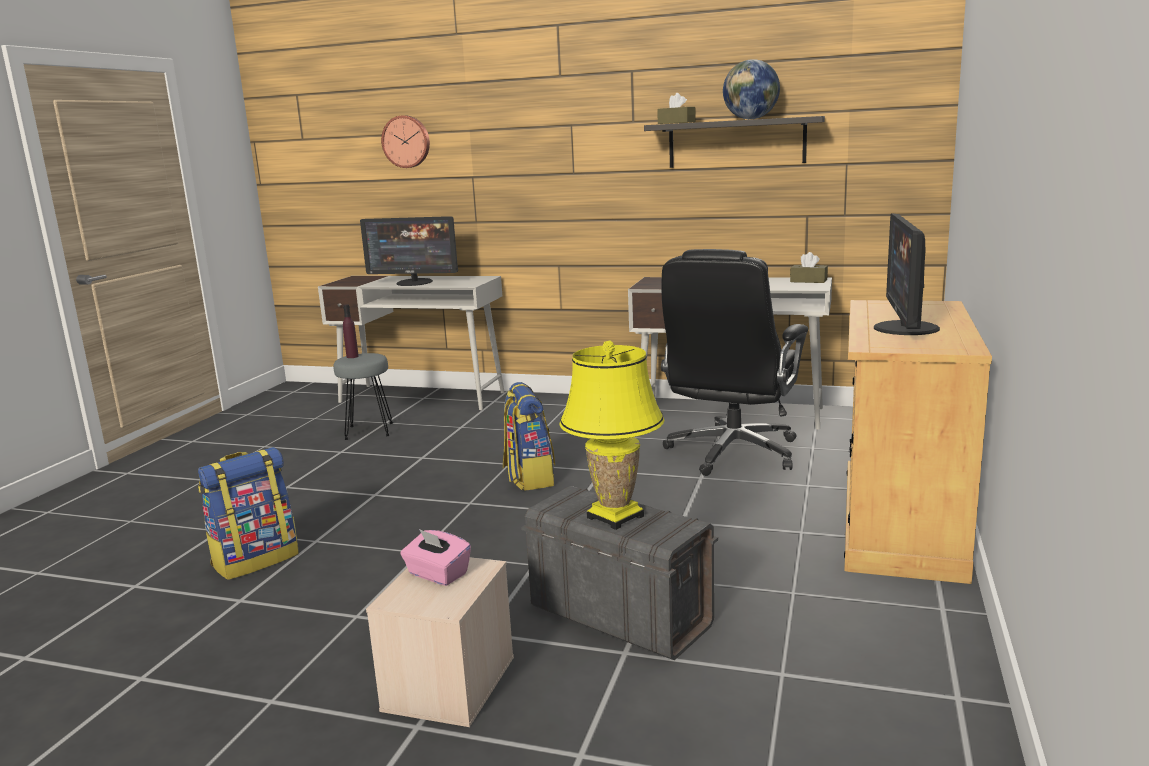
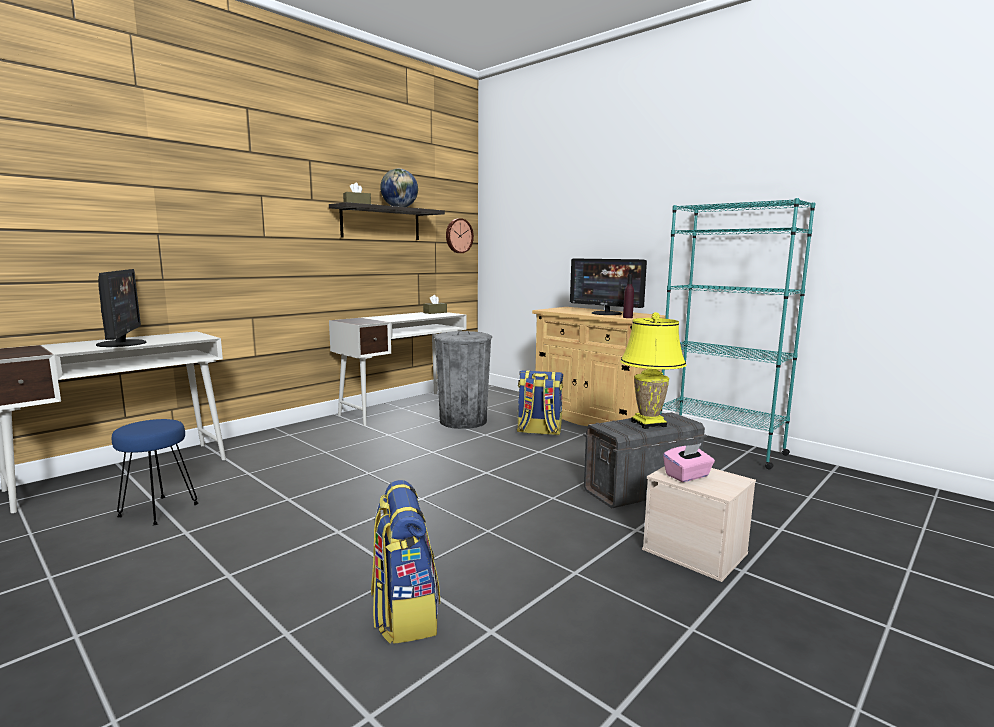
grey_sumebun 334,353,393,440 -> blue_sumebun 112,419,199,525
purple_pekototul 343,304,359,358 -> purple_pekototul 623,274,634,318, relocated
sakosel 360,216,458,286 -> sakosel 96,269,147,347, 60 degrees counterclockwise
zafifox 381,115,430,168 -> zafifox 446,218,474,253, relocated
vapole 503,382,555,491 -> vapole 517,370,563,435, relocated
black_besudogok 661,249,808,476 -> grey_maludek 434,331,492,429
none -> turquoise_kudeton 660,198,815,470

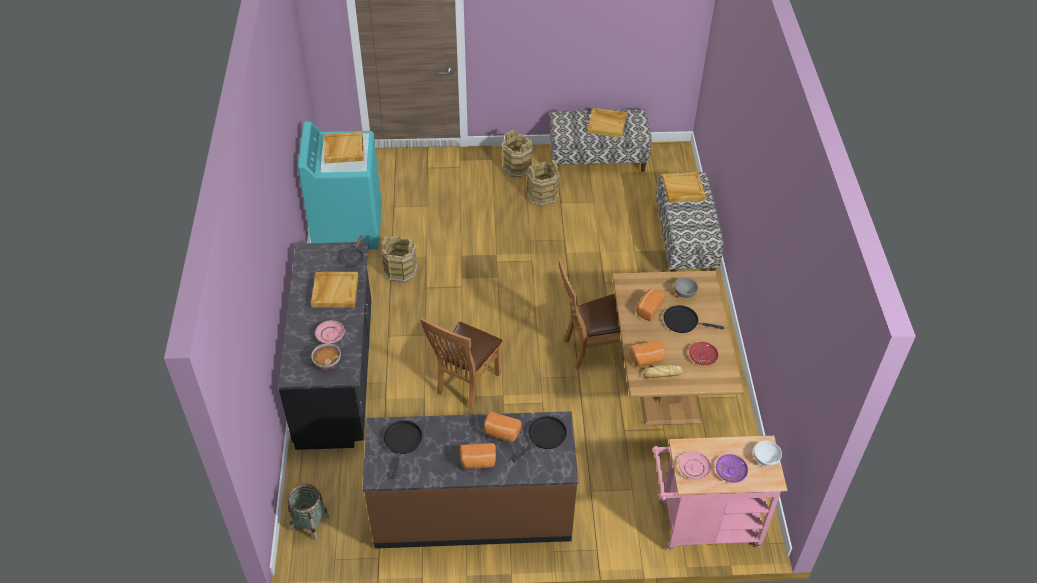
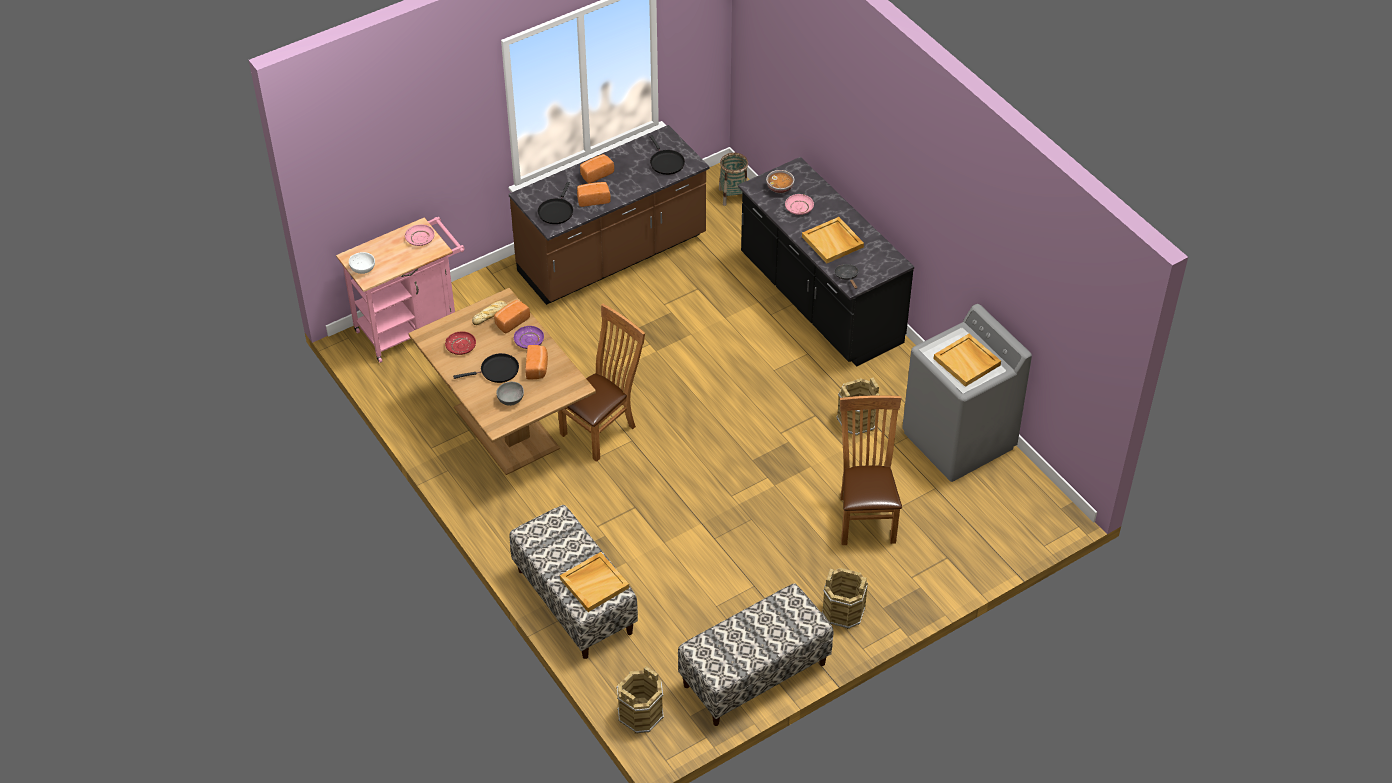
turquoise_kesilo 298,121,382,249 -> grey_kesilo 902,304,1032,482
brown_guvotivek 420,318,502,409 -> brown_guvotivek 840,395,902,545, relocated
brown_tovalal 526,160,560,206 -> brown_tovalal 616,666,664,734, relocated
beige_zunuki 587,108,627,138 -> none
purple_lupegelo 716,454,748,483 -> purple_lupegelo 514,326,544,349, relocated

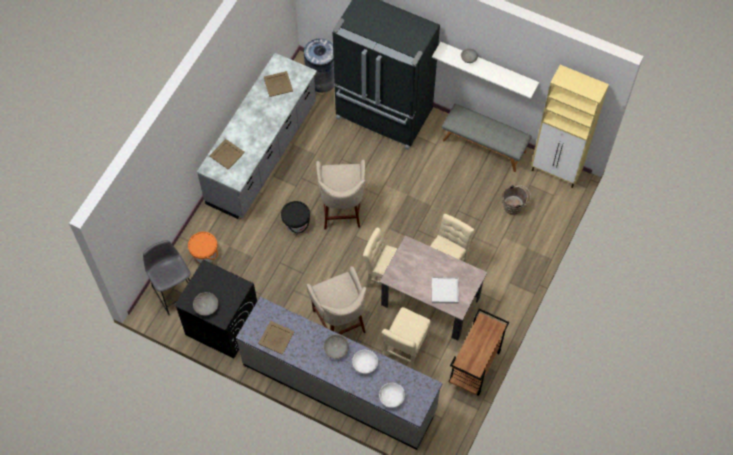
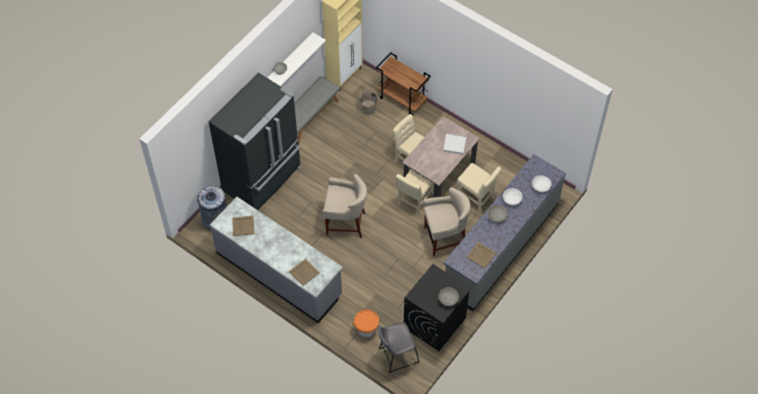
black_tovalal 281,201,310,233 -> none
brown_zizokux 449,308,510,396 -> brown_zizokux 376,52,431,115, relocated

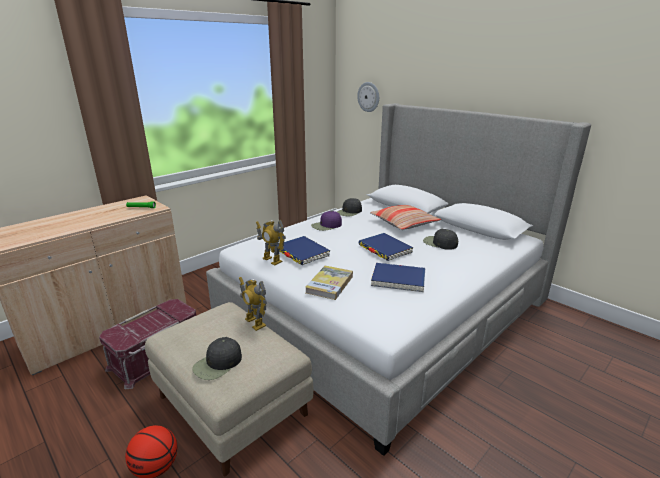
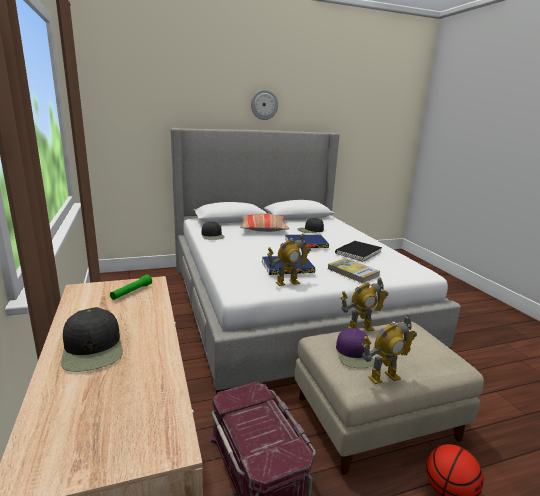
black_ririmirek 192,337,242,380 -> black_ririmirek 61,307,123,372, relocated
purple_ririmirek 311,211,342,231 -> purple_ririmirek 336,328,374,368, relocated
zafifox 357,82,379,112 -> zafifox 251,89,278,120, relocated
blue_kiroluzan 371,263,425,292 -> black_kiroluzan 335,241,382,262
none -> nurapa 362,315,417,384

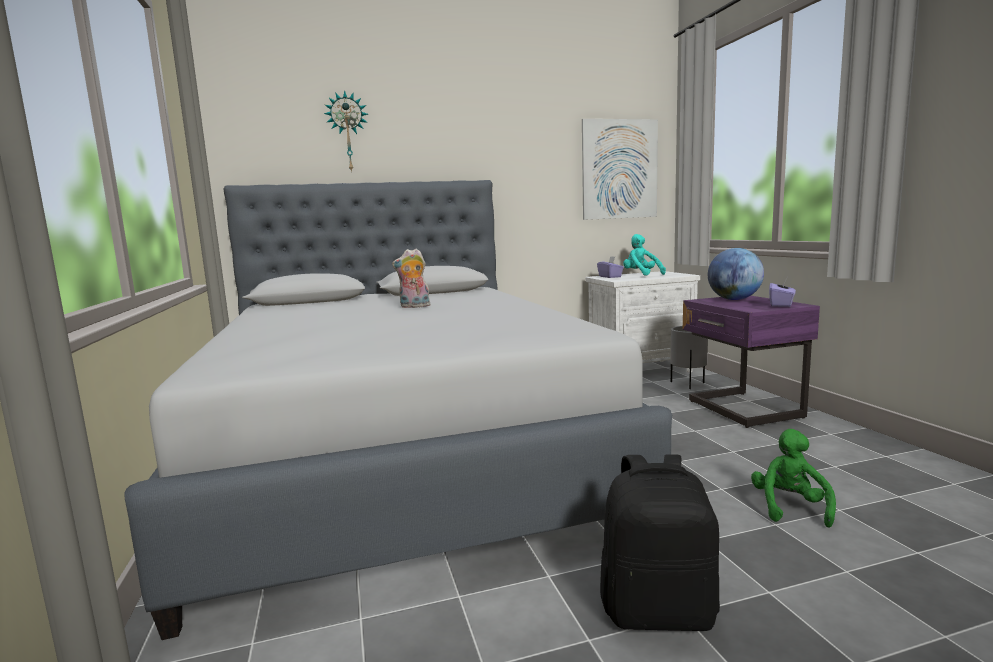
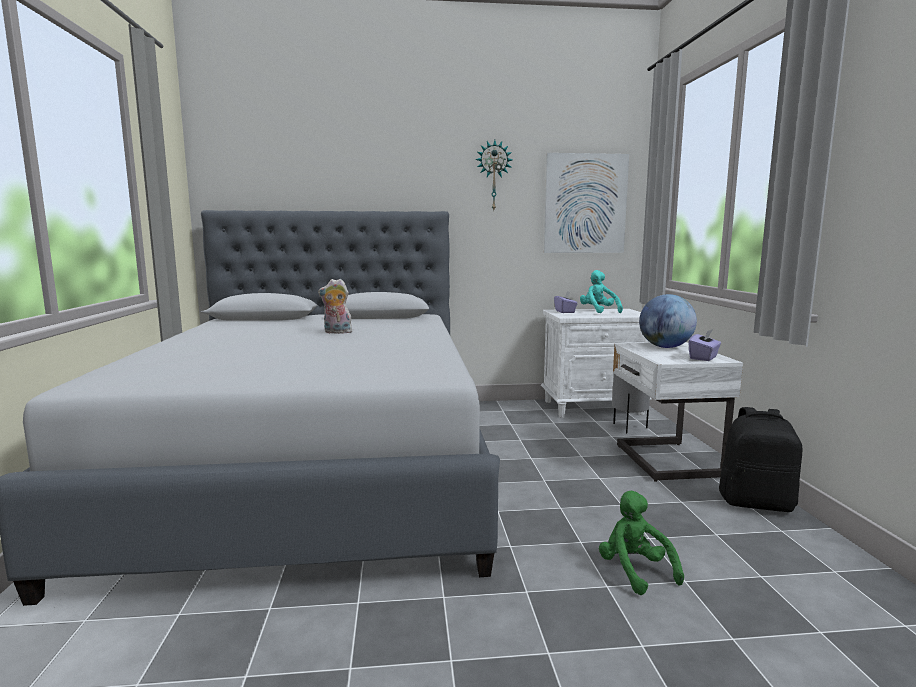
zafifox 324,90,368,173 -> zafifox 475,140,513,210, relocated
black_vapole 600,455,720,631 -> black_vapole 719,407,802,512, relocated
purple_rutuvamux 683,296,820,428 -> white_rutuvamux 613,342,743,482
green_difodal 751,429,836,528 -> green_difodal 599,491,684,595, 45 degrees counterclockwise

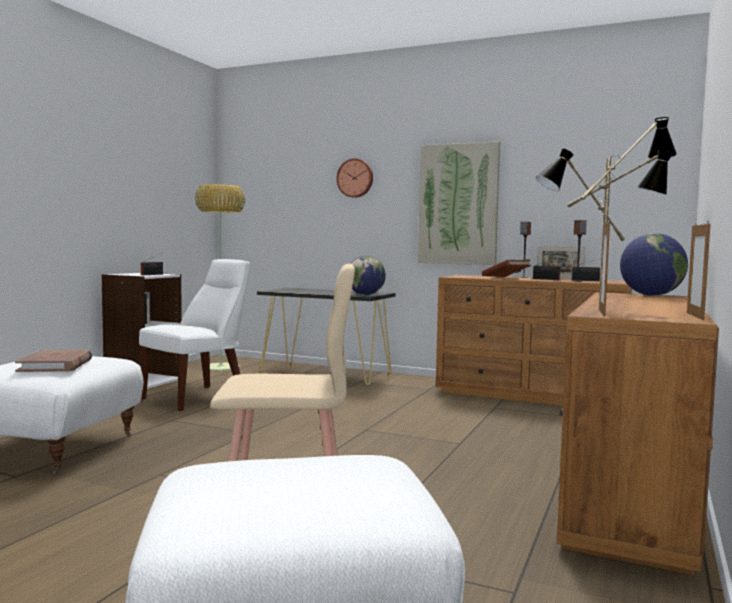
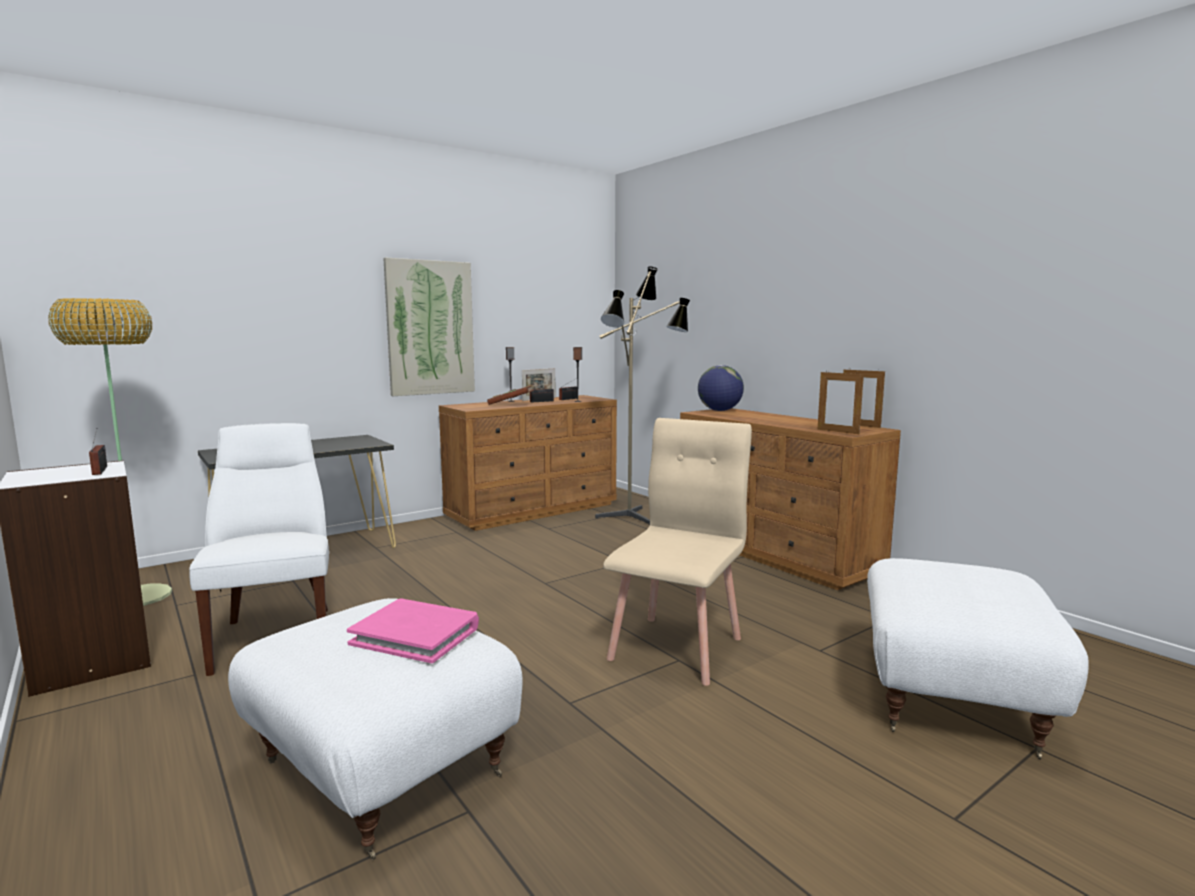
brown_kiroluzan 15,350,92,372 -> pink_kiroluzan 347,598,479,663
zafifox 337,158,373,198 -> none
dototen 350,256,386,295 -> none

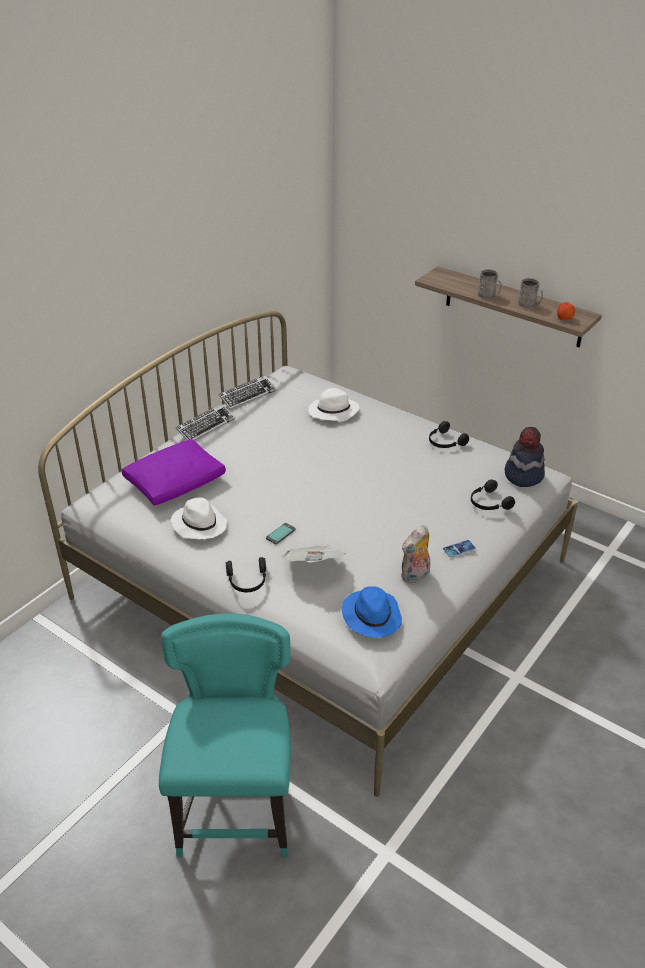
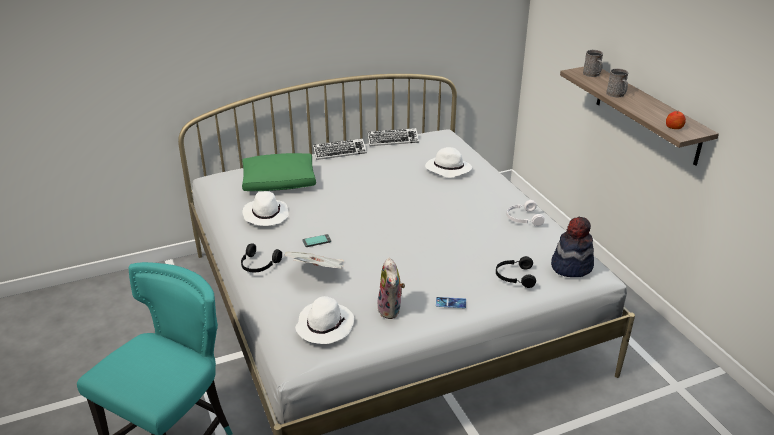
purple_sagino 122,439,226,506 -> green_sagino 242,153,316,191
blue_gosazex 342,586,402,638 -> white_gosazex 295,296,354,344
difodal 401,525,430,583 -> difodal 377,258,405,319, 90 degrees counterclockwise
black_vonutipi 429,421,469,448 -> white_vonutipi 507,200,545,226
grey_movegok 518,278,543,308 -> grey_movegok 583,50,603,77, relocated

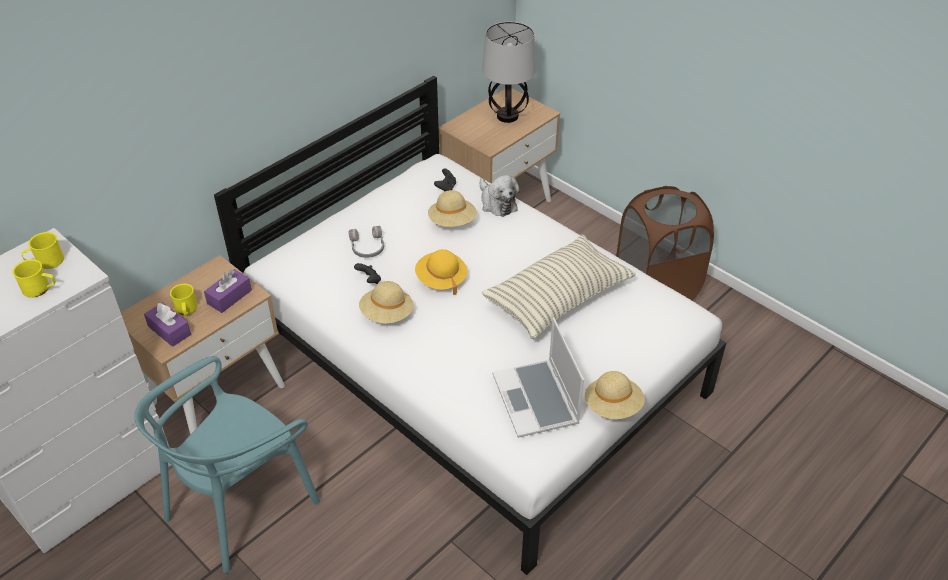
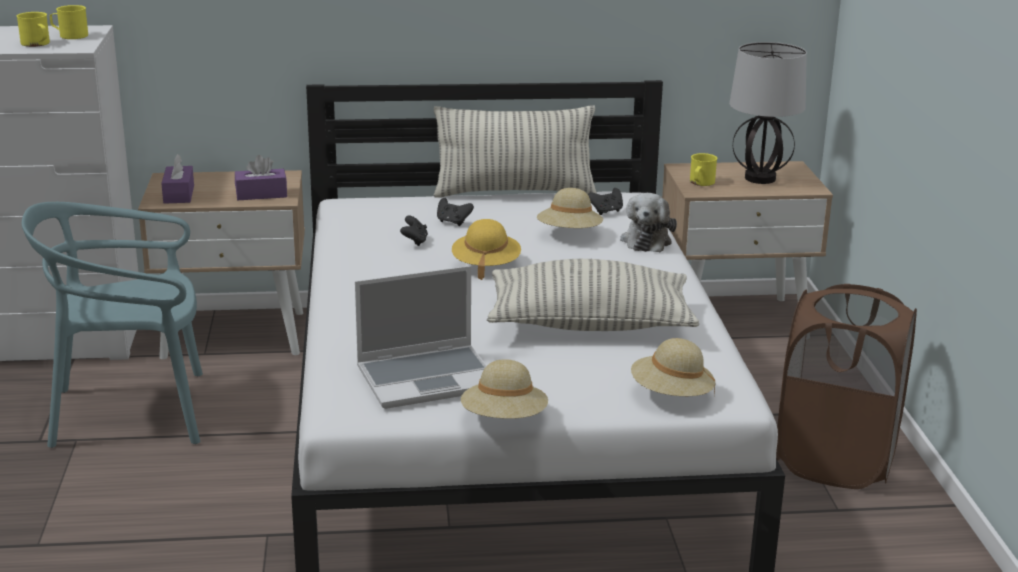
yellow_movegok 170,284,197,315 -> yellow_movegok 690,153,717,186, relocated
grey_vonutipi 349,226,384,258 -> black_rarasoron 437,198,474,226
beige_gosazex 359,281,414,324 -> beige_gosazex 631,338,715,396, relocated
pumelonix 492,318,584,438 -> pumelonix 355,266,487,409, 135 degrees counterclockwise
none -> sagino 433,106,597,198

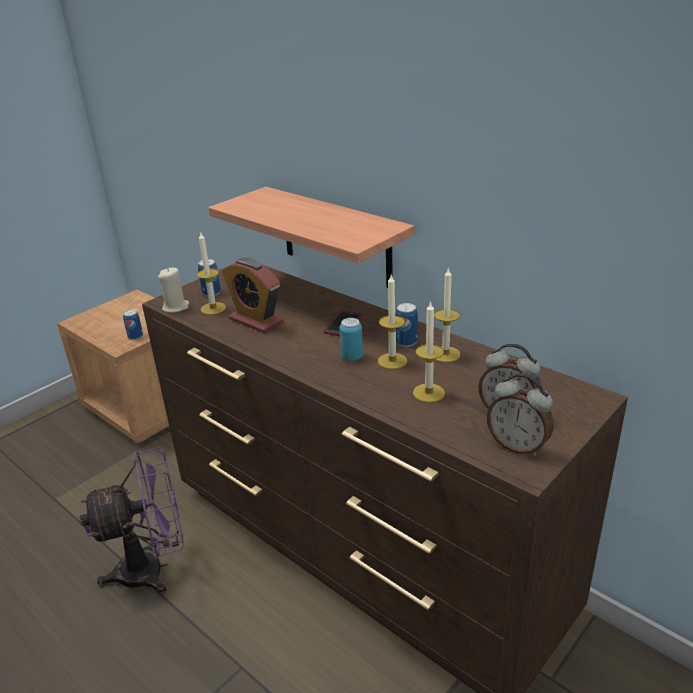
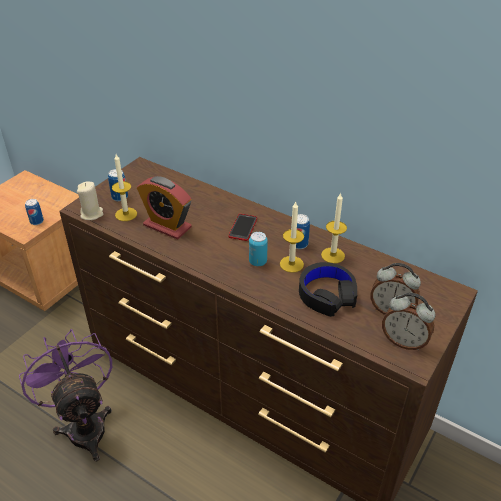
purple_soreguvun 80,447,184,595 -> purple_soreguvun 19,329,112,461, 90 degrees counterclockwise
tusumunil 208,187,415,288 -> none
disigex 413,301,445,403 -> black_vonutipi 299,262,357,317

